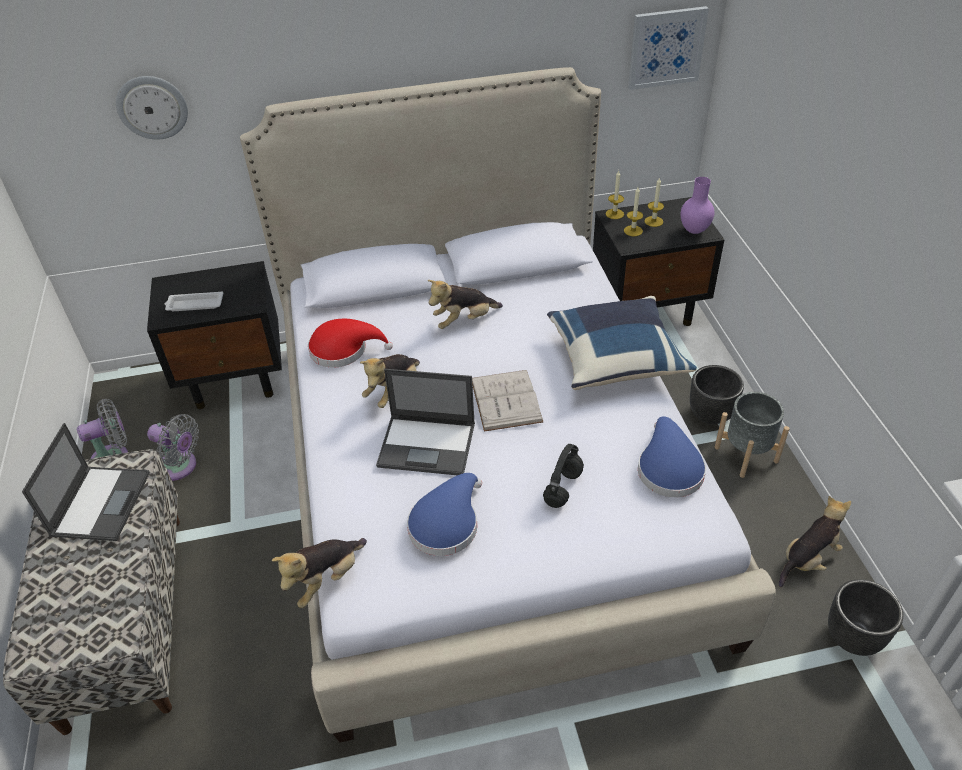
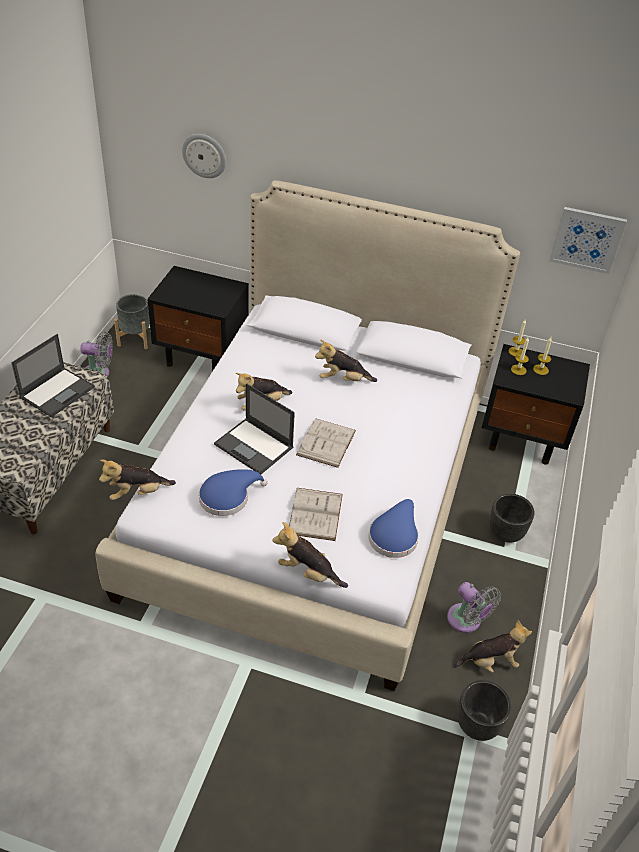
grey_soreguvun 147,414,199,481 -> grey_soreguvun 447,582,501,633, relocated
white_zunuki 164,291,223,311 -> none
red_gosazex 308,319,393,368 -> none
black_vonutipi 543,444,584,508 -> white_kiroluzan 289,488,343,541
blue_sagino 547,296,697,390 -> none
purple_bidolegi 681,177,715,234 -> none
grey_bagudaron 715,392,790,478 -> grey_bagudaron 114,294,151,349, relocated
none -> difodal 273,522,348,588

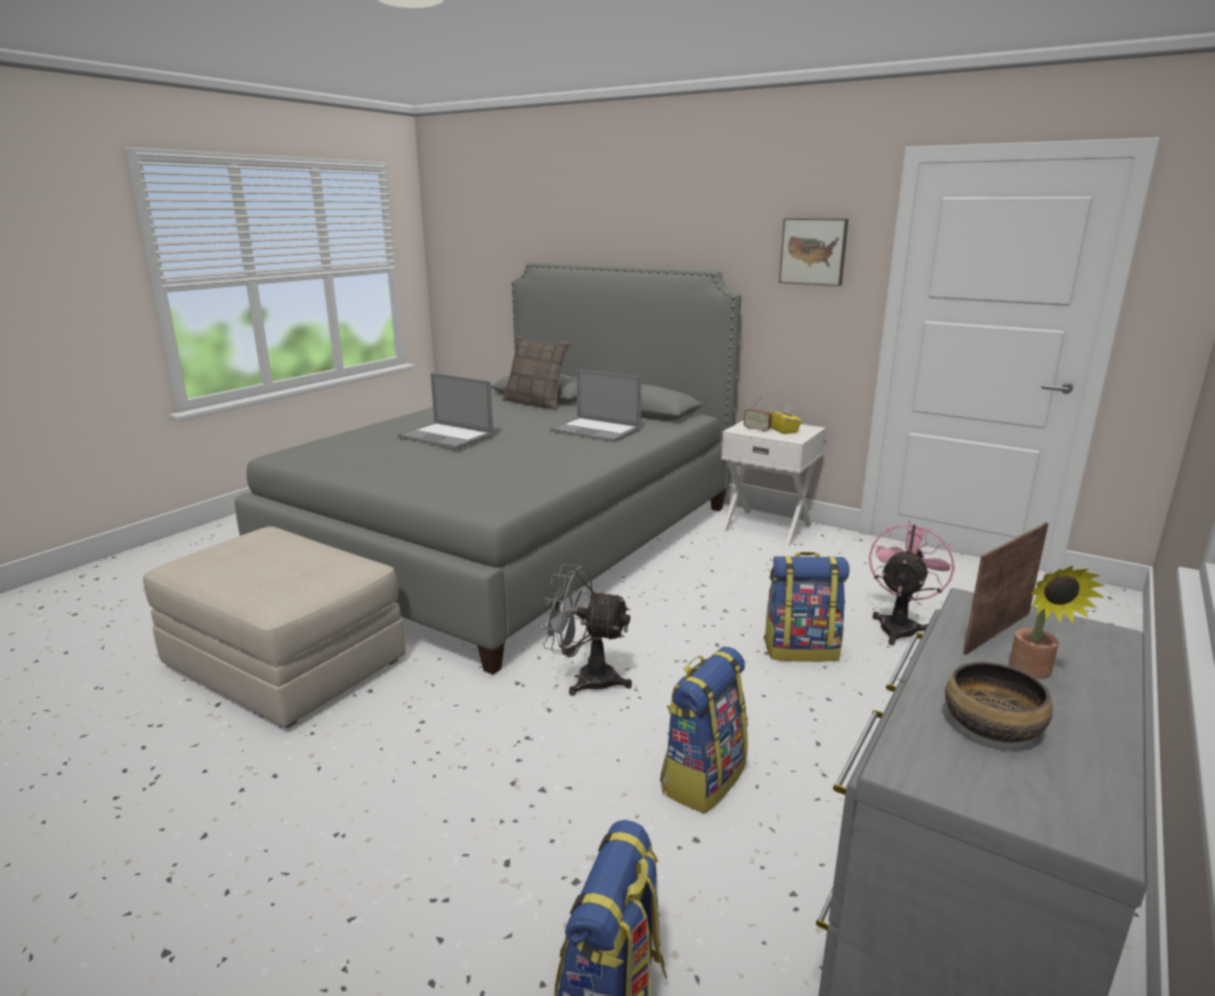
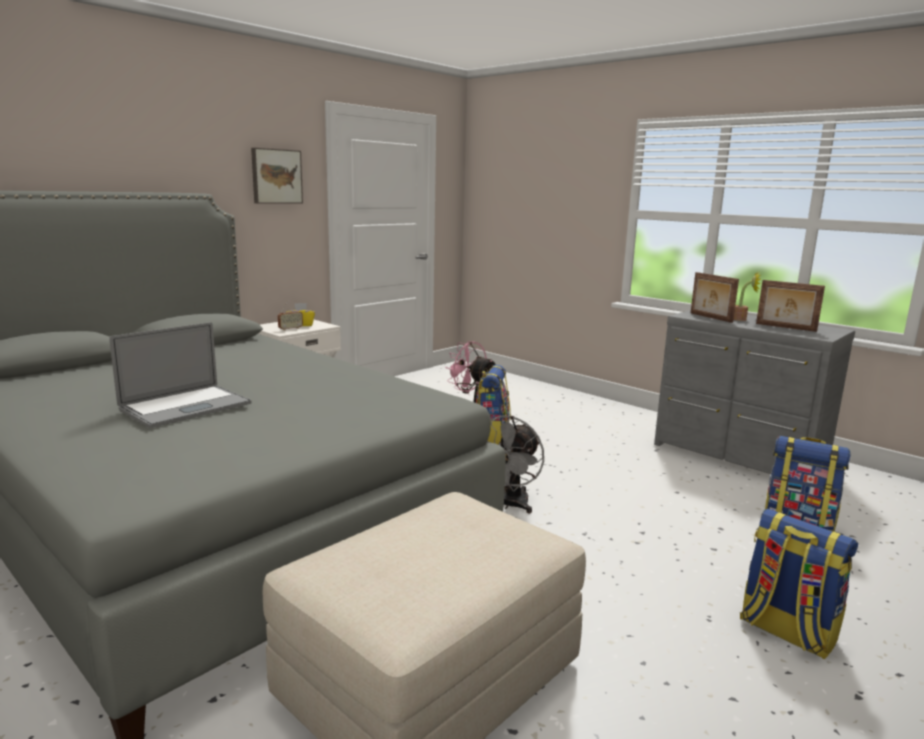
sagino 503,335,570,410 -> none
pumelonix 550,369,642,442 -> none
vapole 660,647,748,814 -> vapole 740,509,858,660, relocated
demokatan 945,662,1053,743 -> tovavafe 756,280,825,332

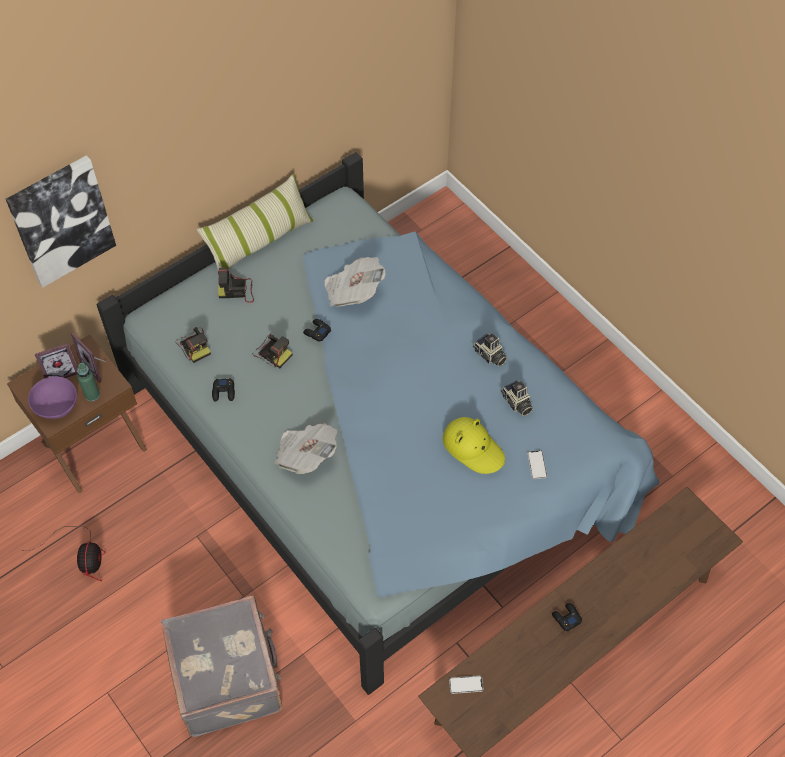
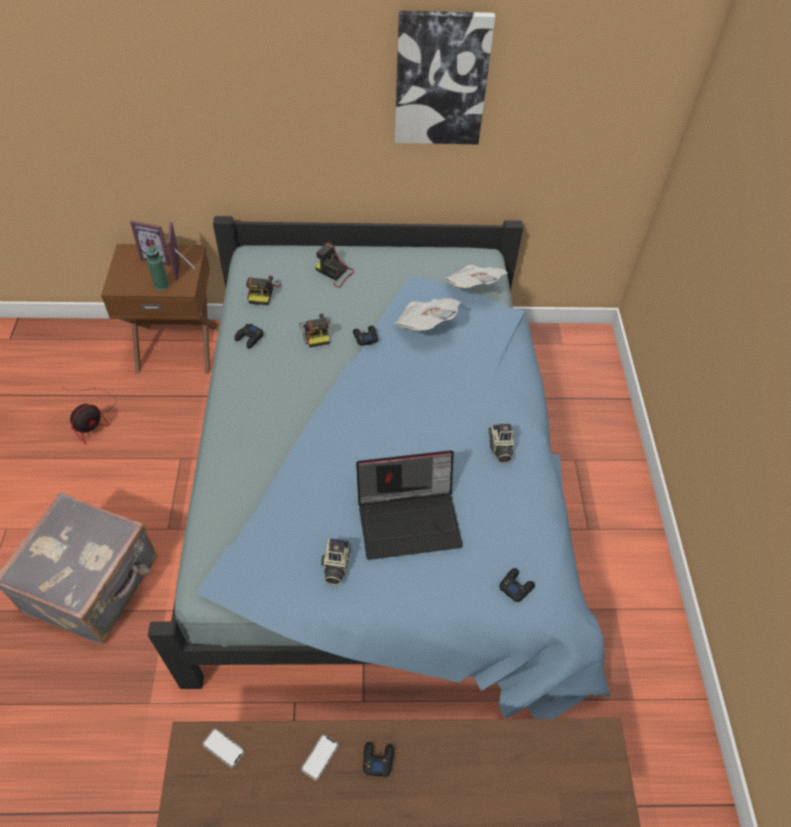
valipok 6,155,116,288 -> valipok 395,10,495,144, relocated
purple_demokatan 28,376,77,419 -> none
sagino 197,174,313,270 -> none
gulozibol 274,423,338,474 -> gulozibol 445,265,508,288, relocated
yellow_gosazex 443,417,505,474 -> pumelonix 356,450,463,560
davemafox 501,380,533,416 -> davemafox 321,538,351,585, relocated
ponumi 527,450,547,479 -> ponumi 301,734,339,780, relocated
none -> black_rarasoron 499,568,535,602

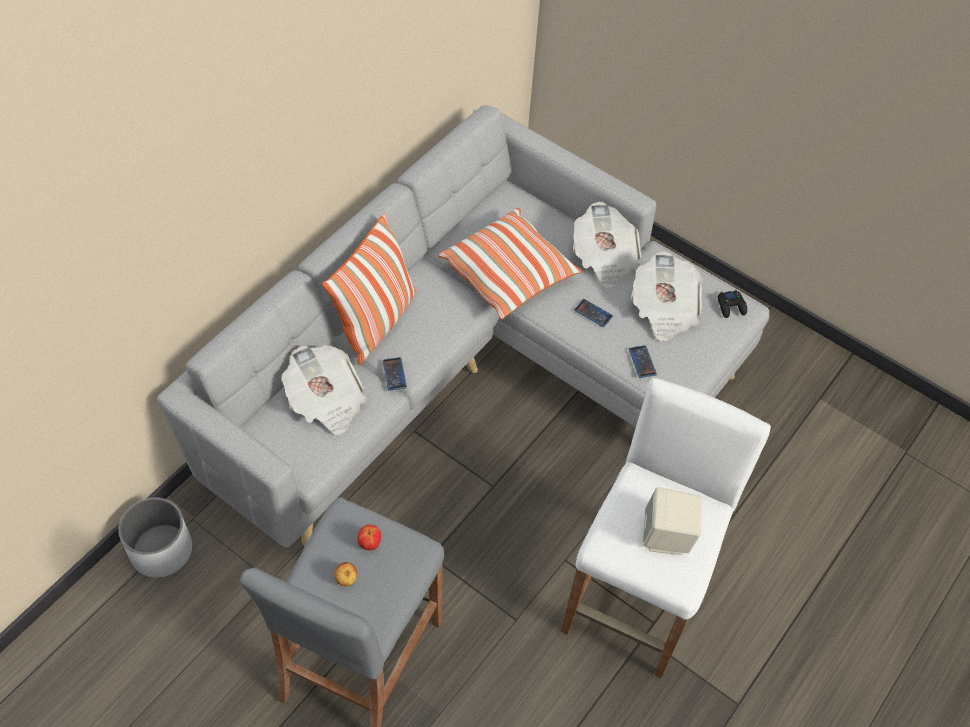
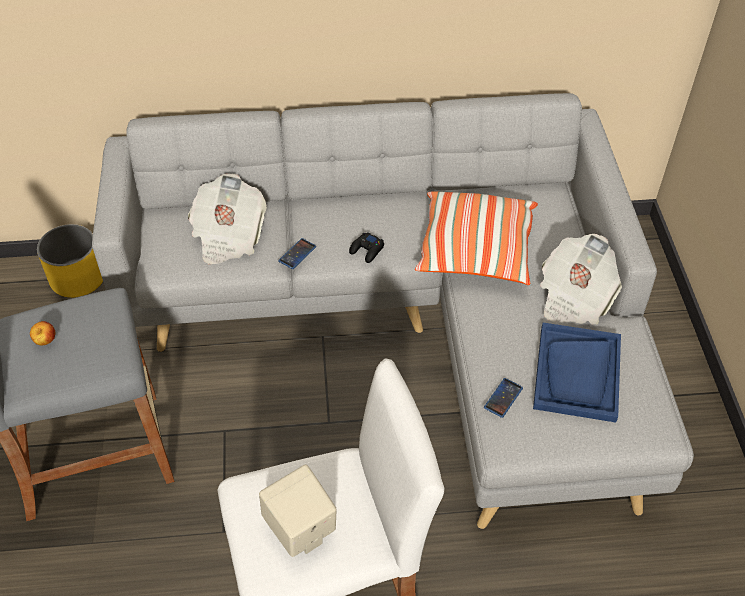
white_bagudaron 118,498,192,578 -> yellow_bagudaron 37,224,103,298
sagino 322,213,417,365 -> none
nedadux 357,525,381,550 -> none
ponumi 574,299,613,327 -> none
gulozibol 631,252,702,342 -> blue_zunuki 533,323,621,422
black_rarasoron 718,290,747,318 -> black_rarasoron 349,232,384,263, relocated

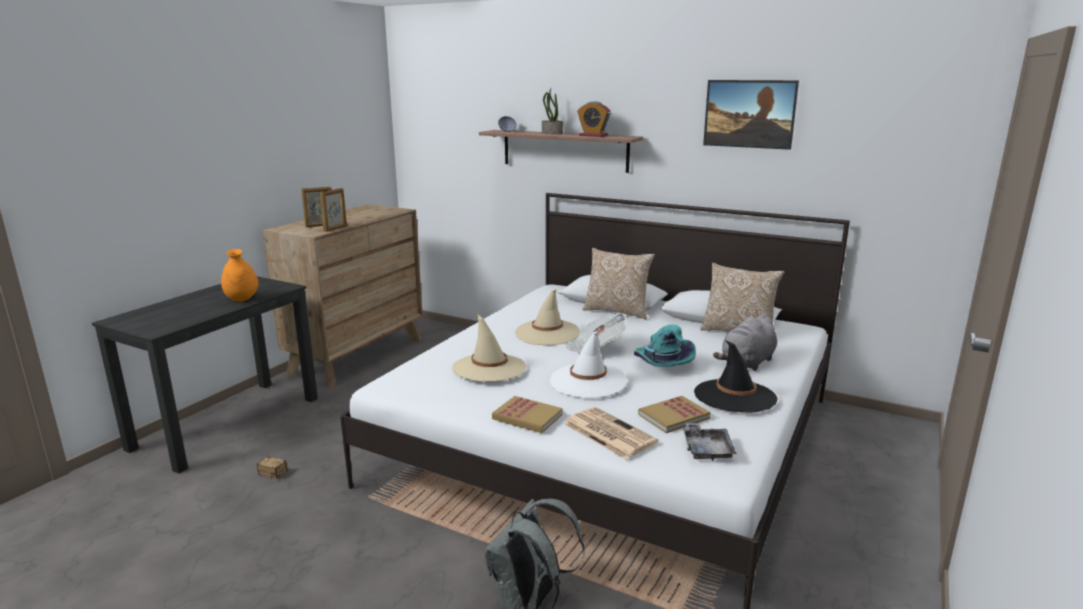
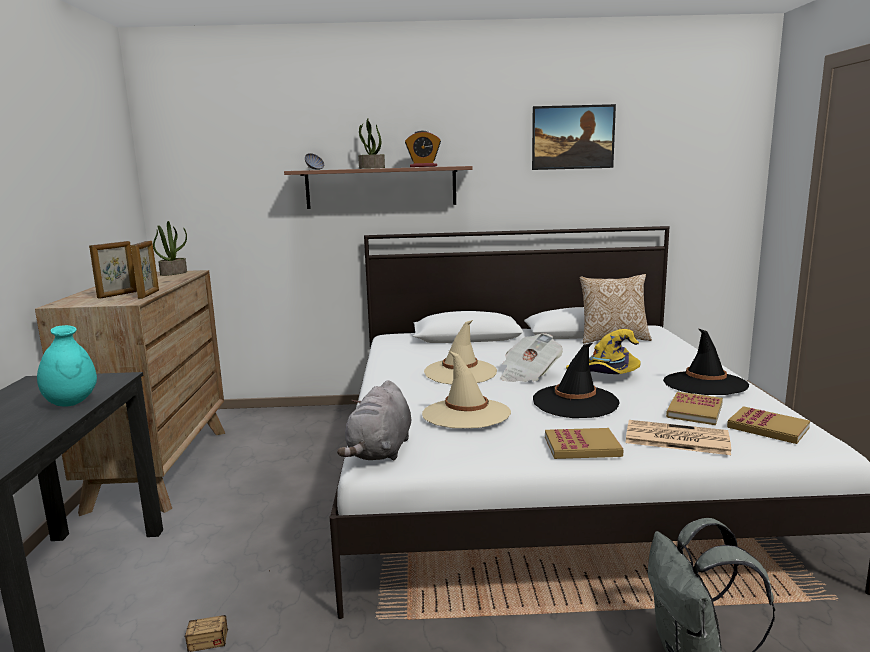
orange_bidolegi 221,249,259,302 -> turquoise_bidolegi 37,325,97,407
white_gosazex 550,332,627,398 -> black_gosazex 533,343,620,418
sagino 583,248,655,319 -> none
turquoise_gosazex 634,324,696,367 -> yellow_gosazex 566,329,641,374
grey_zunuki 683,423,737,461 -> kiroluzan 727,406,810,444
grey_difodal 713,314,777,371 -> grey_difodal 337,380,411,460, relocated
none -> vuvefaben 153,221,187,276

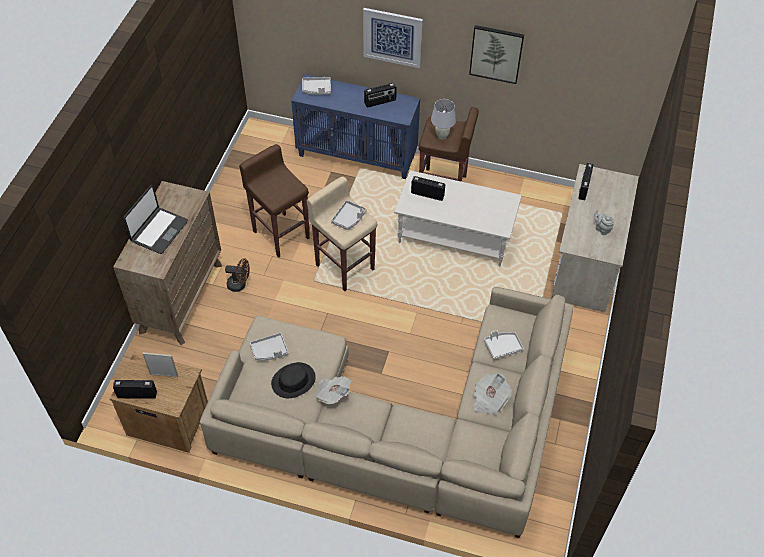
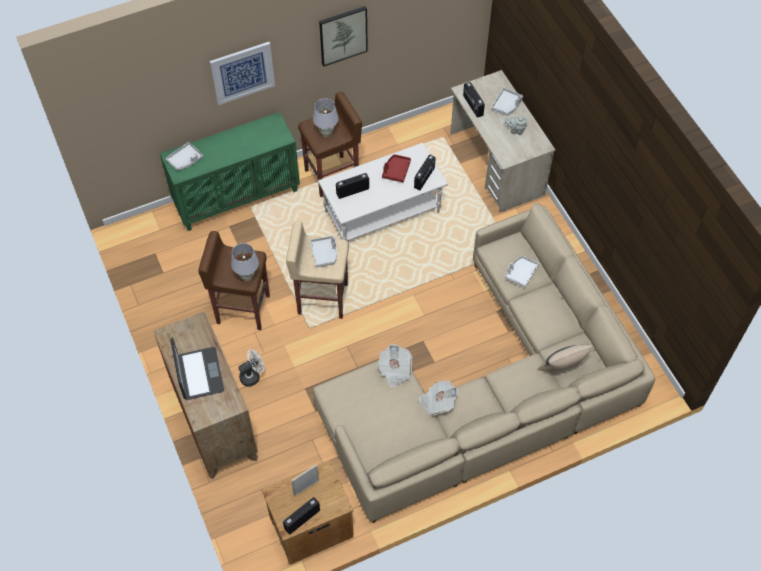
brown_soreguvun 225,258,250,292 -> white_soreguvun 238,349,264,387
grey_zunuki 250,333,289,361 -> grey_zunuki 491,88,523,116, relocated
black_gosazex 271,362,316,398 -> none
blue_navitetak 291,74,420,179 -> green_navitetak 160,112,300,231
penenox 364,83,397,108 -> penenox 414,154,436,190, relocated
gulozibol 473,373,512,415 -> gulozibol 378,344,412,388, relocated
none -> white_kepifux 231,243,259,281
none -> red_zunuki 382,154,411,182
none -> beige_sagino 537,345,593,371

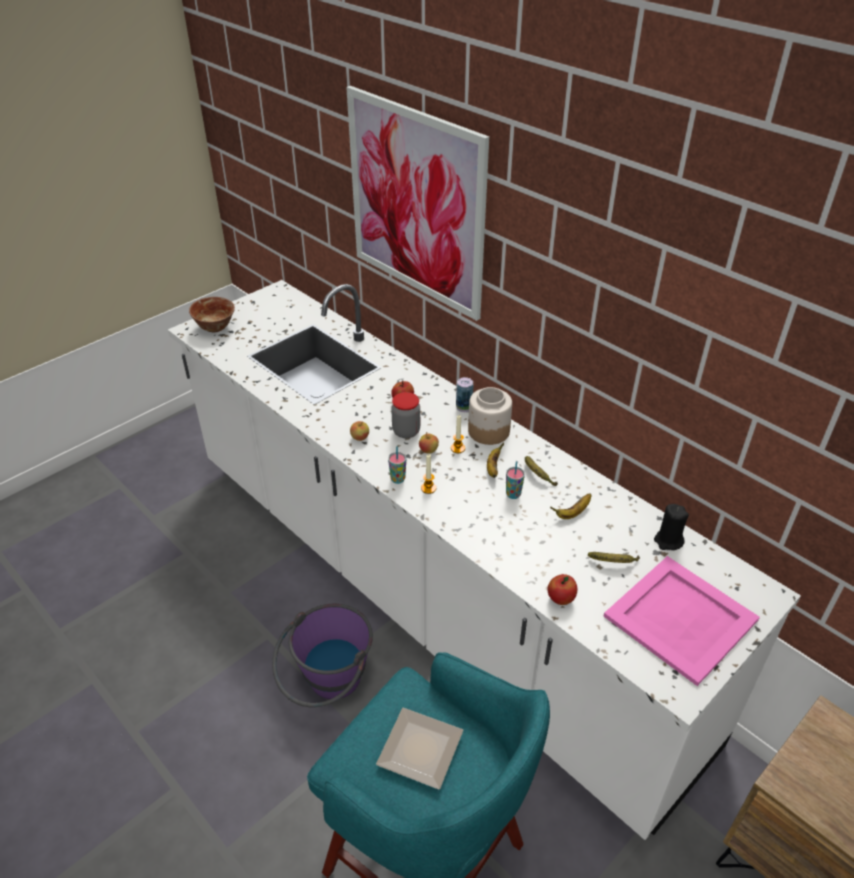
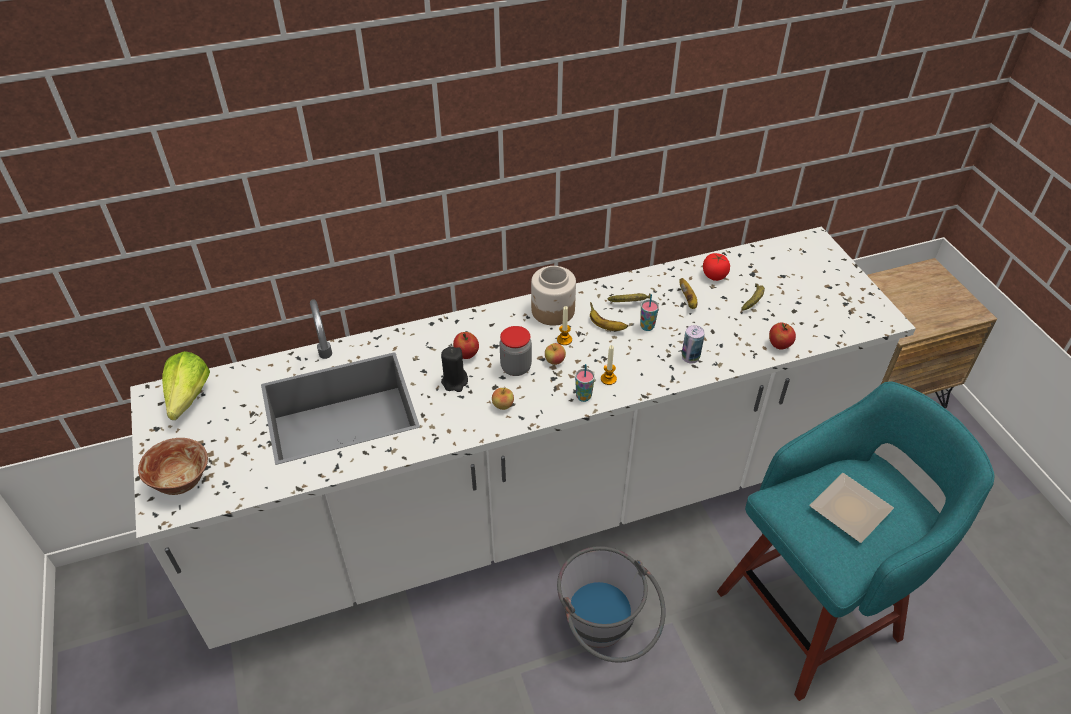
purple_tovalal 272,604,373,708 -> grey_tovalal 557,546,665,663
valipok 346,86,489,321 -> none
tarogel 456,377,474,412 -> tarogel 682,325,705,364, relocated
pink_zunuki 604,556,760,686 -> none
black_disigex 654,504,689,550 -> black_disigex 441,346,468,392, relocated
none -> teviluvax 162,351,210,420
none -> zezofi 703,253,730,281

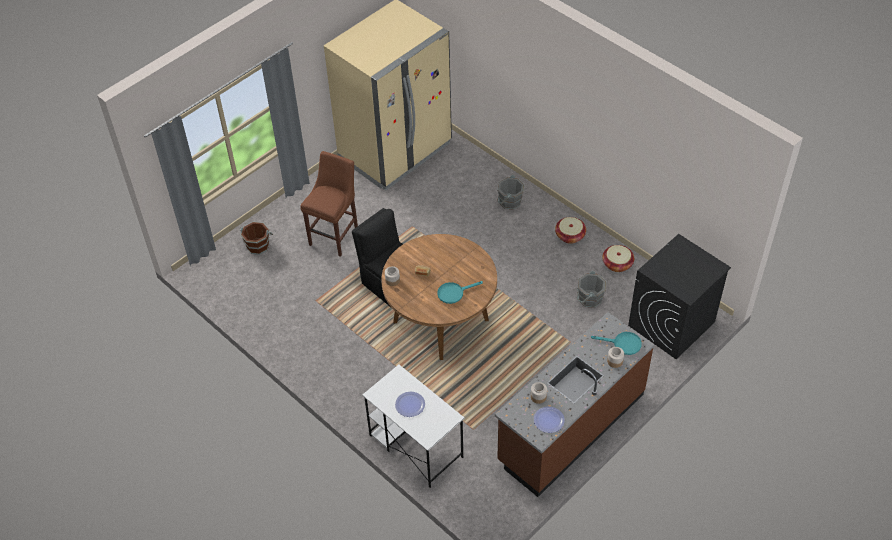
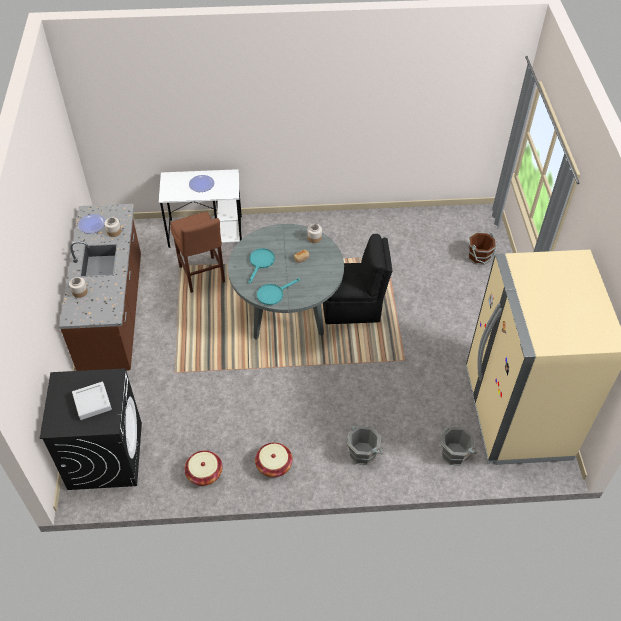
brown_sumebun 301,151,358,257 -> brown_sumebun 170,212,225,293, relocated
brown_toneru 381,234,497,360 -> grey_toneru 228,224,344,339
grey_tovalal 577,271,606,308 -> grey_tovalal 442,427,477,465, relocated
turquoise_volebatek 591,332,642,355 -> turquoise_volebatek 257,278,300,305, relocated
none -> grey_zunuki 72,381,112,420

